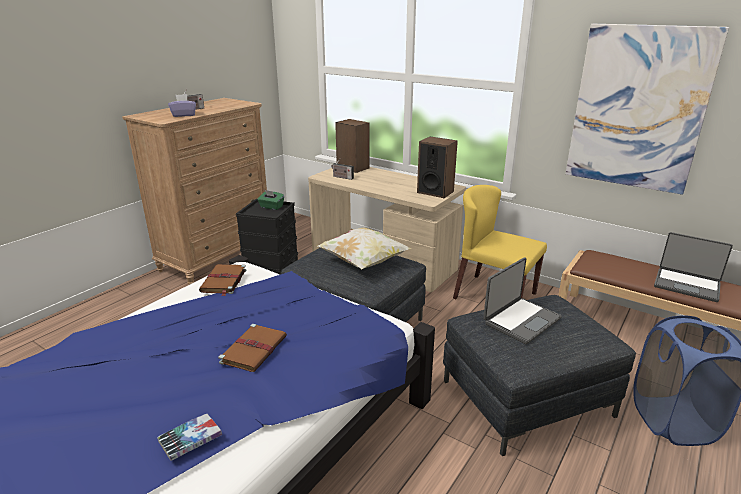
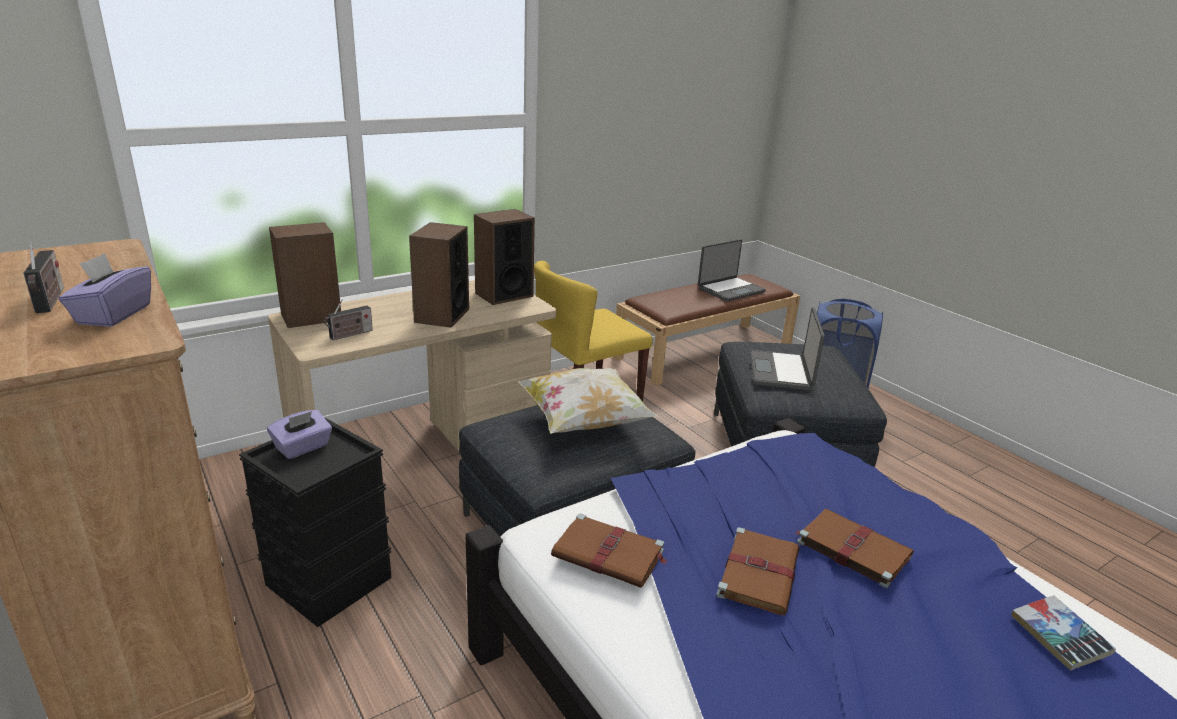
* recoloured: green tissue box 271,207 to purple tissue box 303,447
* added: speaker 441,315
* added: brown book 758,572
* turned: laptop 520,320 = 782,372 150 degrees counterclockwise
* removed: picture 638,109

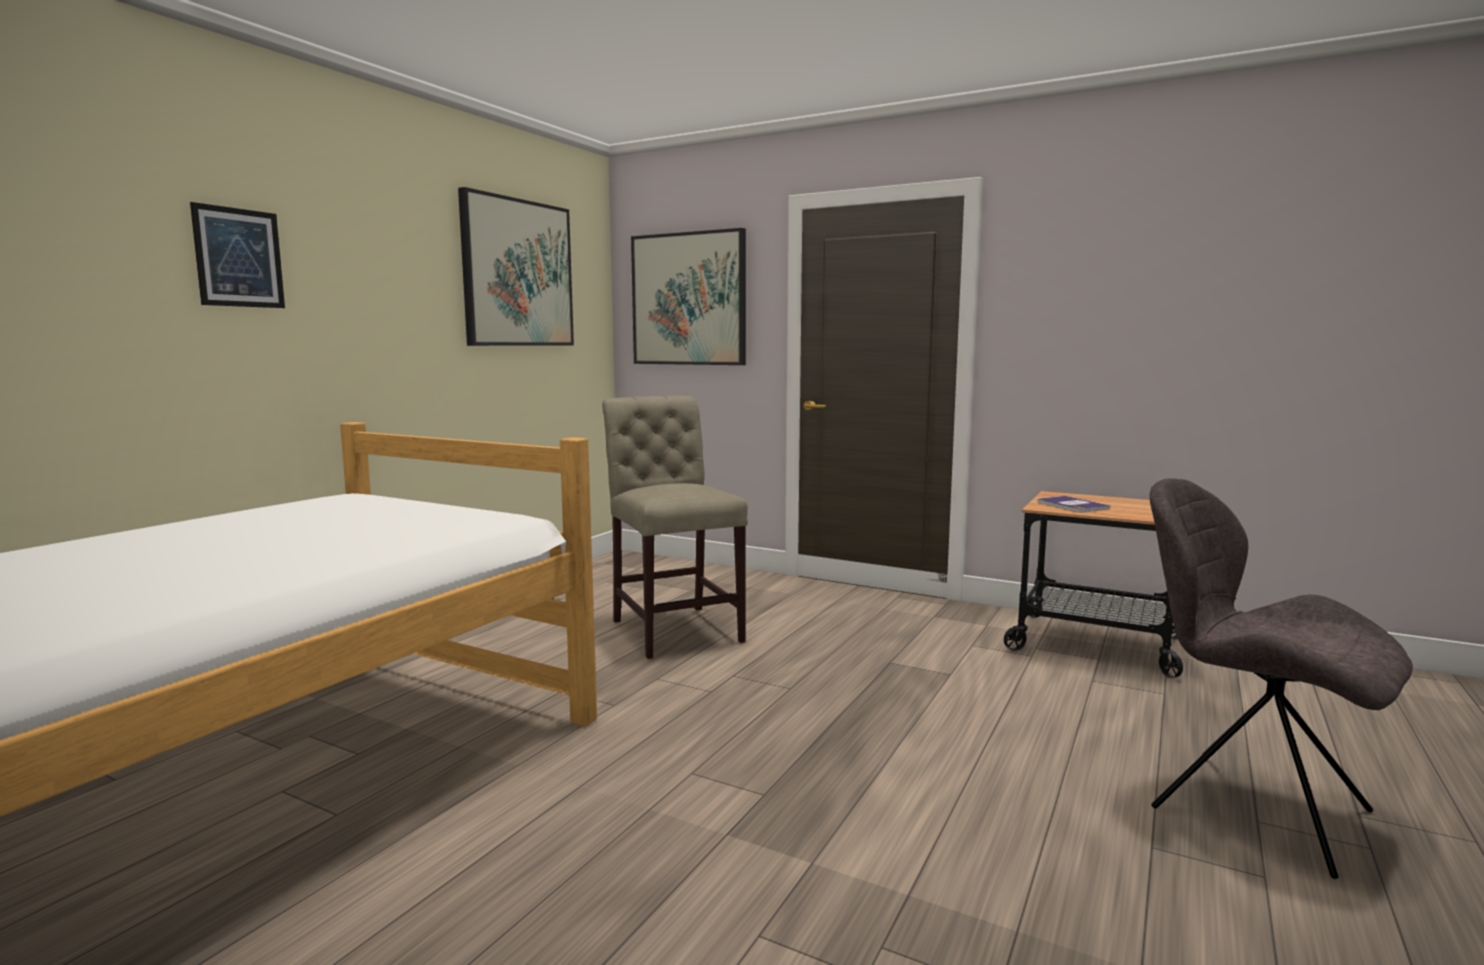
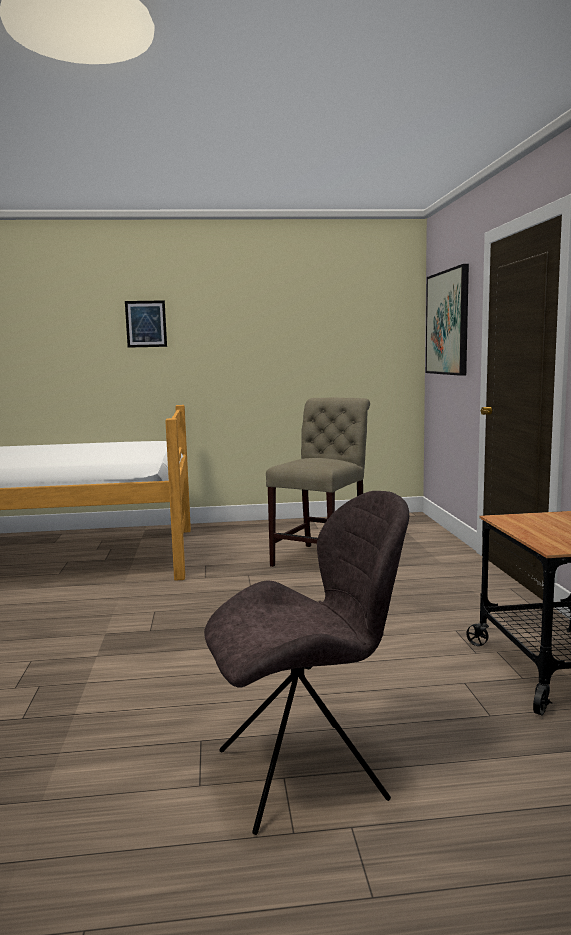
* turned: grey chair 1251,806 = 307,773 60 degrees clockwise
* removed: picture 518,273
* removed: book 1071,505

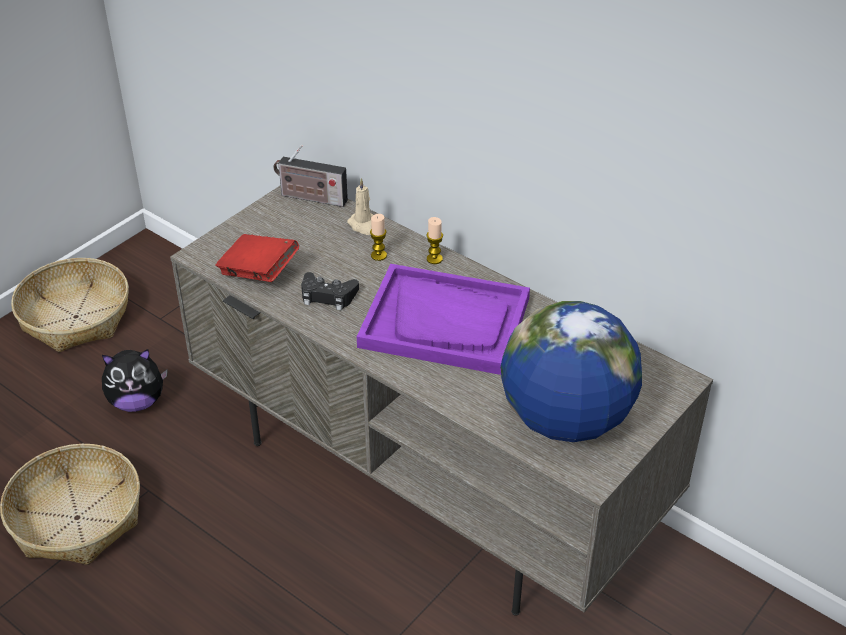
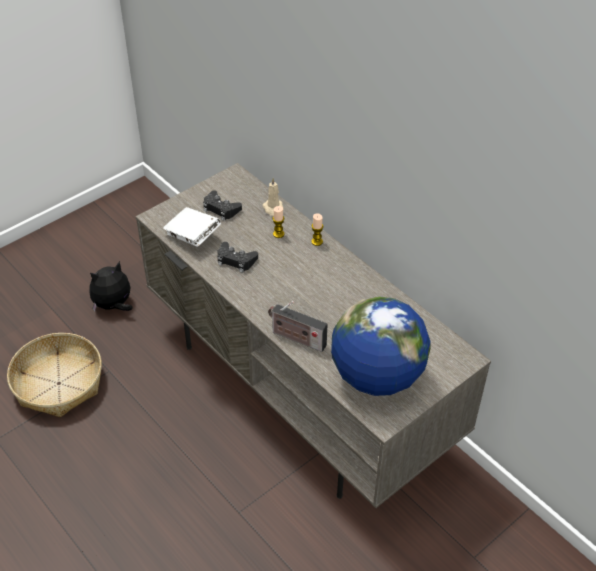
* turned: plush toy 137,402 = 113,306 150 degrees clockwise
* recoloured: red book 259,272 to white book 193,236
* added: black game controller 221,209
* moved: radio 310,198 to 296,338
* removed: basket 76,317
* removed: purple tray 445,322

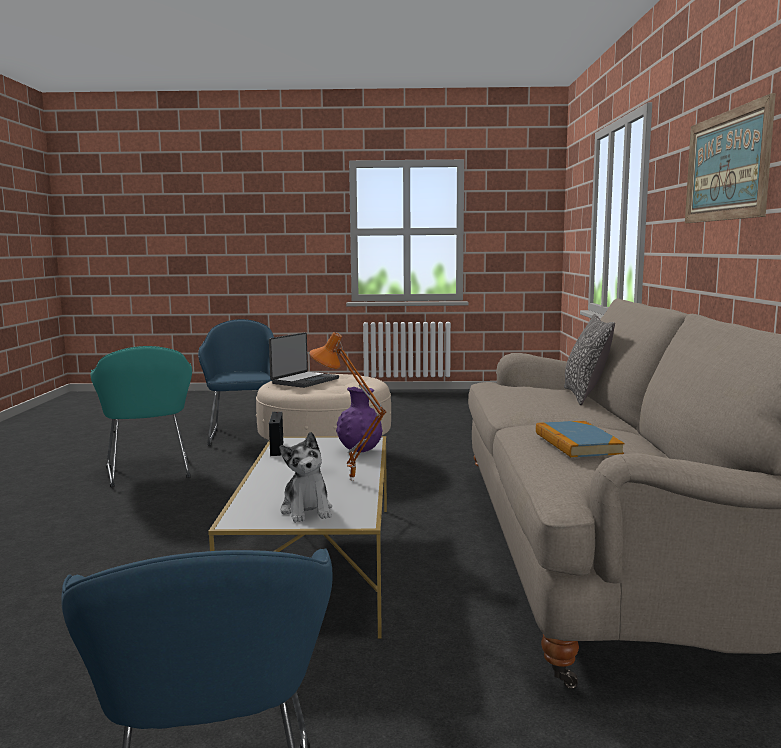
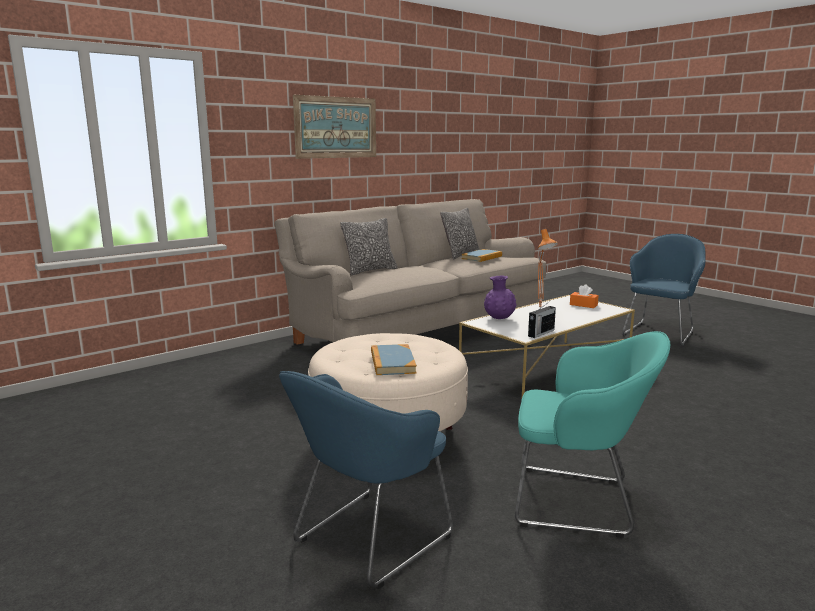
* replaced: laptop 304,381 to book 392,362
* added: pillow 460,255
* turned: turquoise armchair 149,473 = 578,502 75 degrees clockwise
* replaced: plush toy 307,510 to orange tissue box 583,305

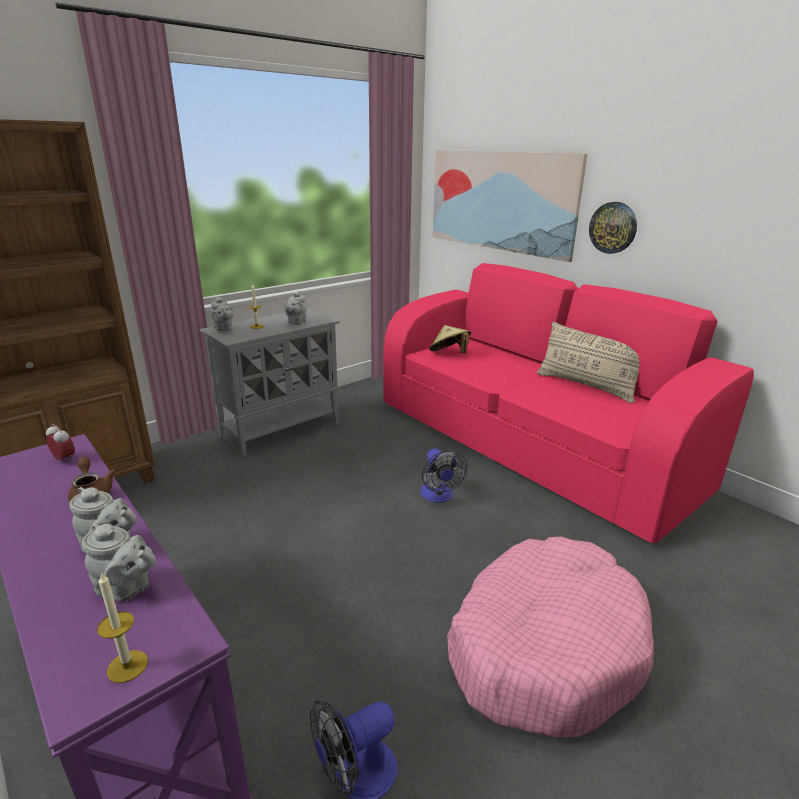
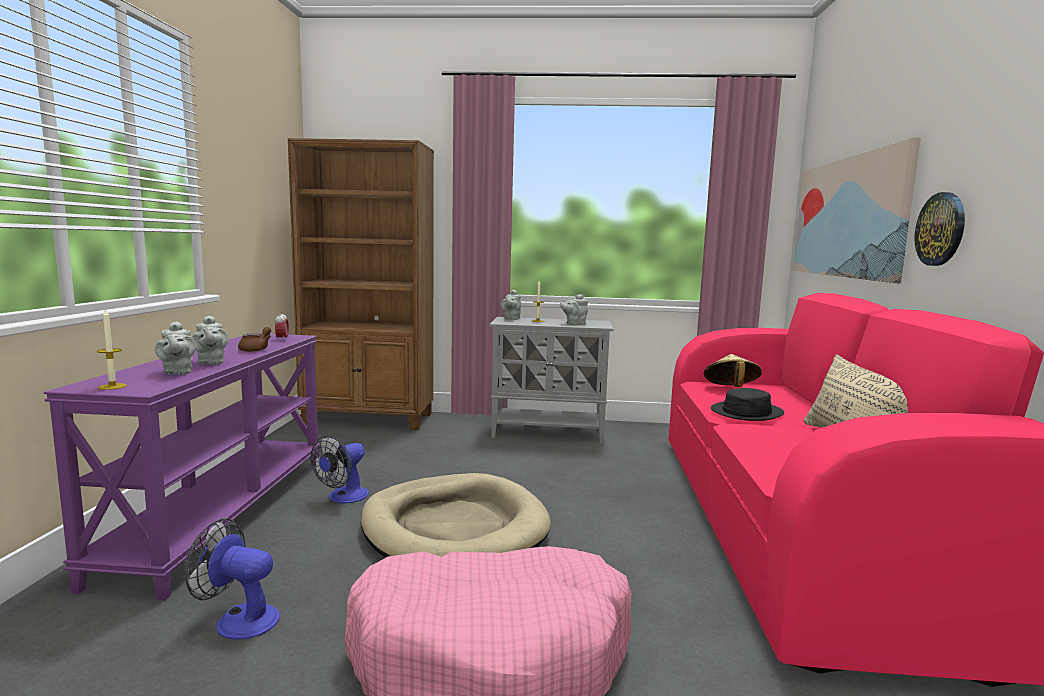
* moved: fan 438,496 to 343,498
* added: beige dog bed 454,528
* added: black hat 746,412

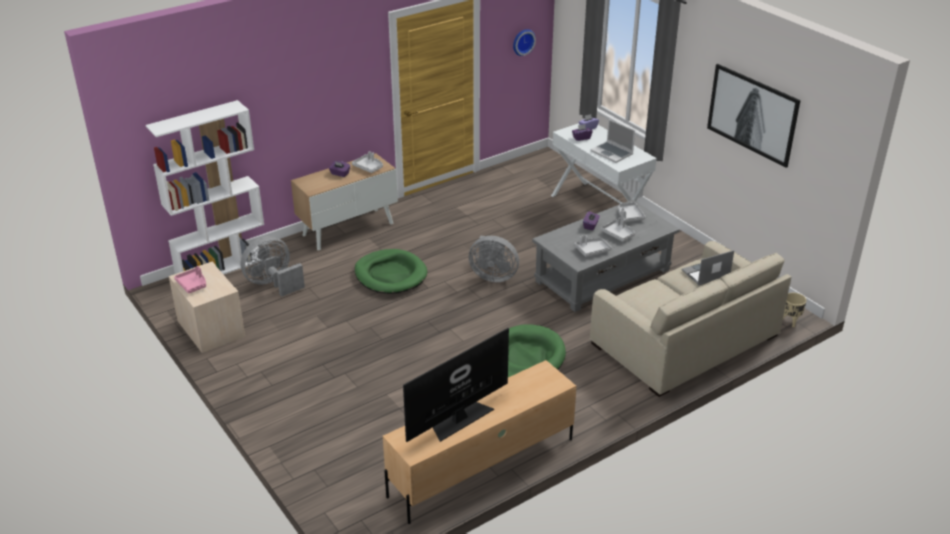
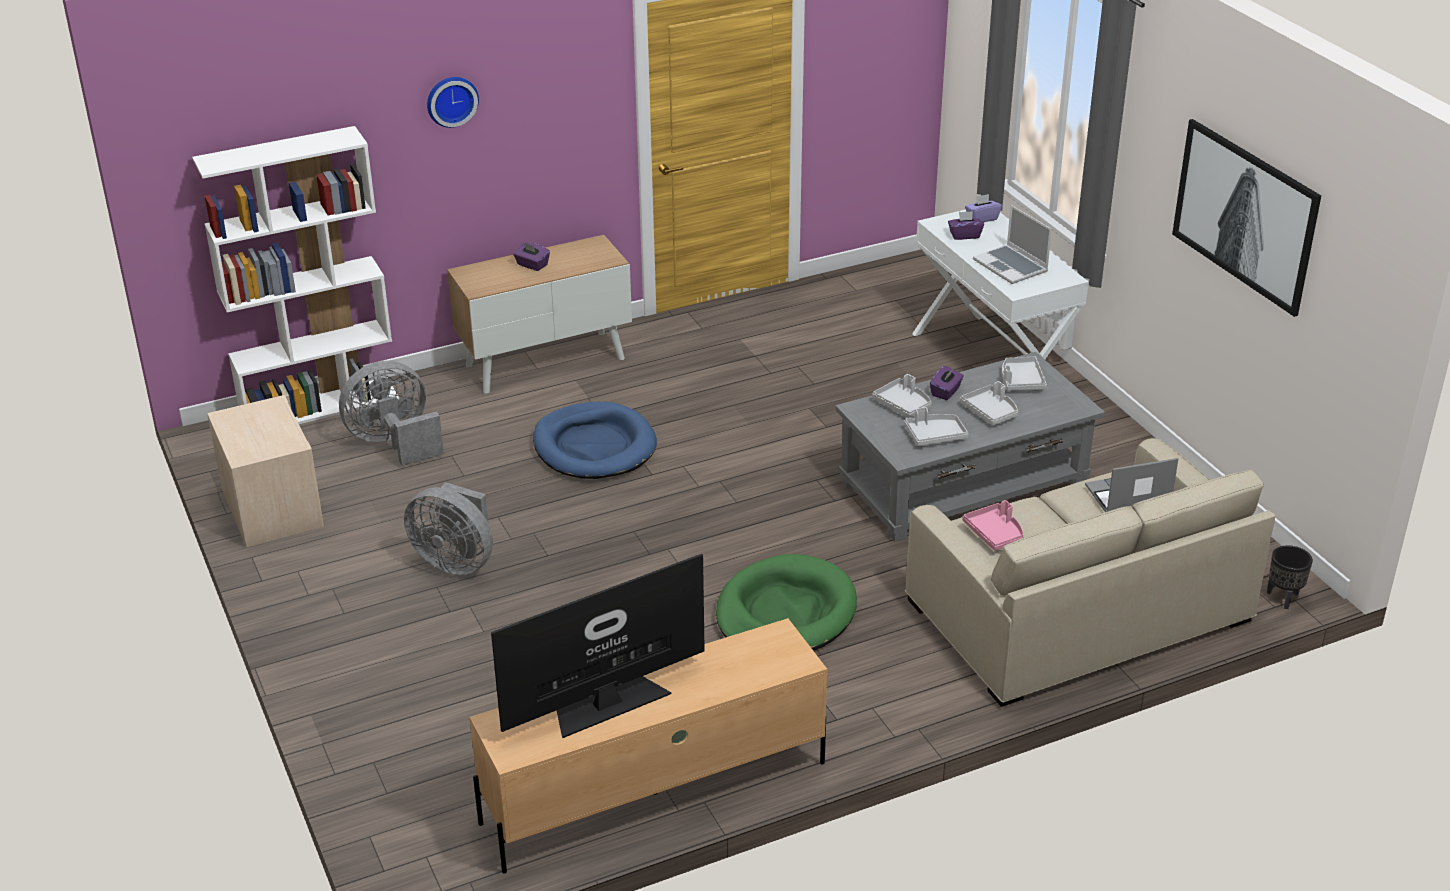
* moved: grey fan 493,276 to 456,561
* moved: wall clock 522,41 to 451,100
* recoloured: green dog bed 390,275 to blue dog bed 594,446
* moved: grey tray 368,167 to 903,404
* moved: pink tray 192,284 to 995,533
* recoloured: beige planter 790,321 to black planter 1283,598

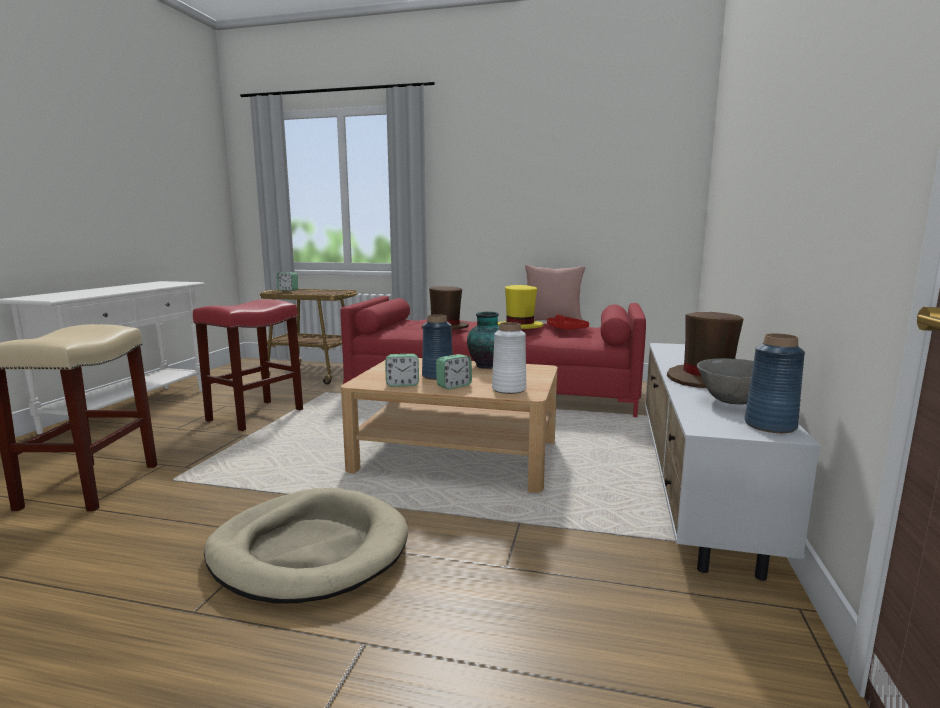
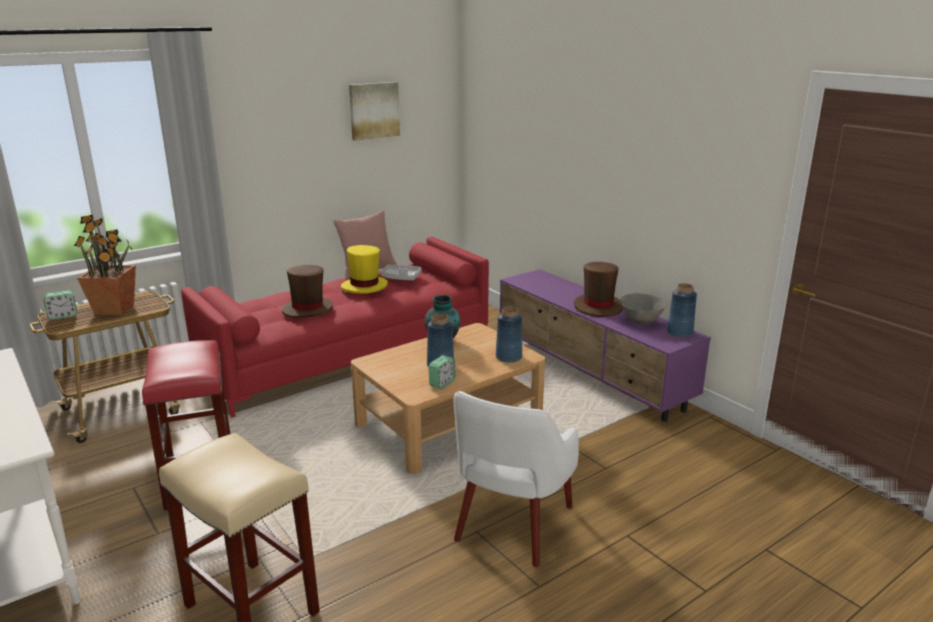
* added: potted plant 115,309
* added: picture 374,110
* recoloured: red tray 565,329 to grey tray 401,278
* replaced: beige dog bed 309,550 to white armchair 513,524
* recoloured: white vase 509,389 to blue vase 509,357
* recoloured: white tv stand 696,483 to purple tv stand 590,373
* removed: alarm clock 454,386

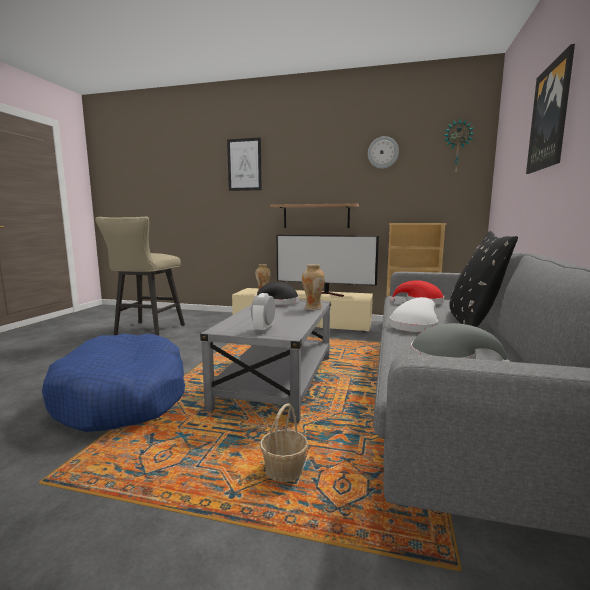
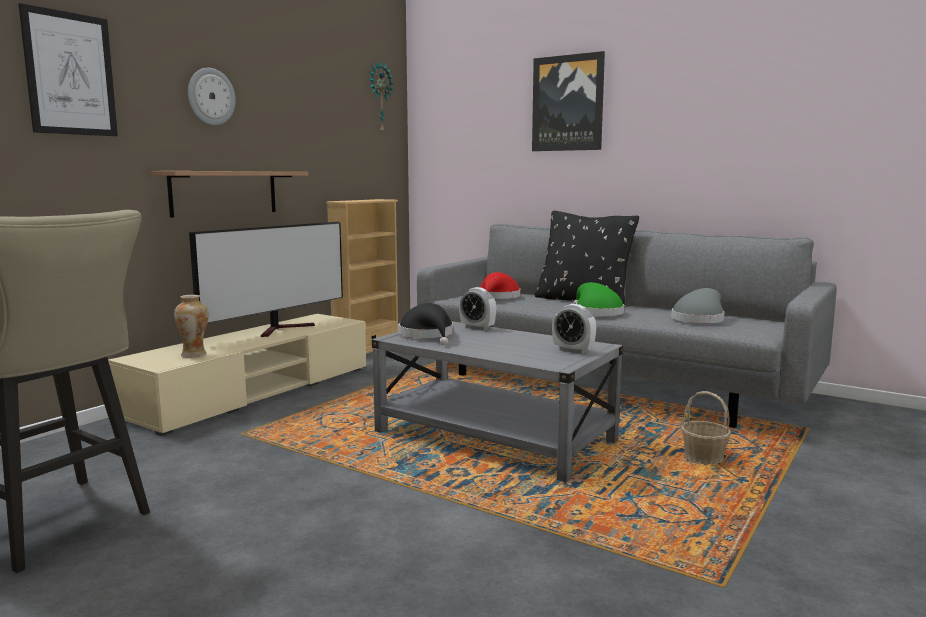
* moved: wall clock 383,152 to 210,96
* replaced: vase 313,308 to alarm clock 477,328
* recoloured: white hat 415,326 to green hat 596,312
* removed: blue dog bed 123,397

